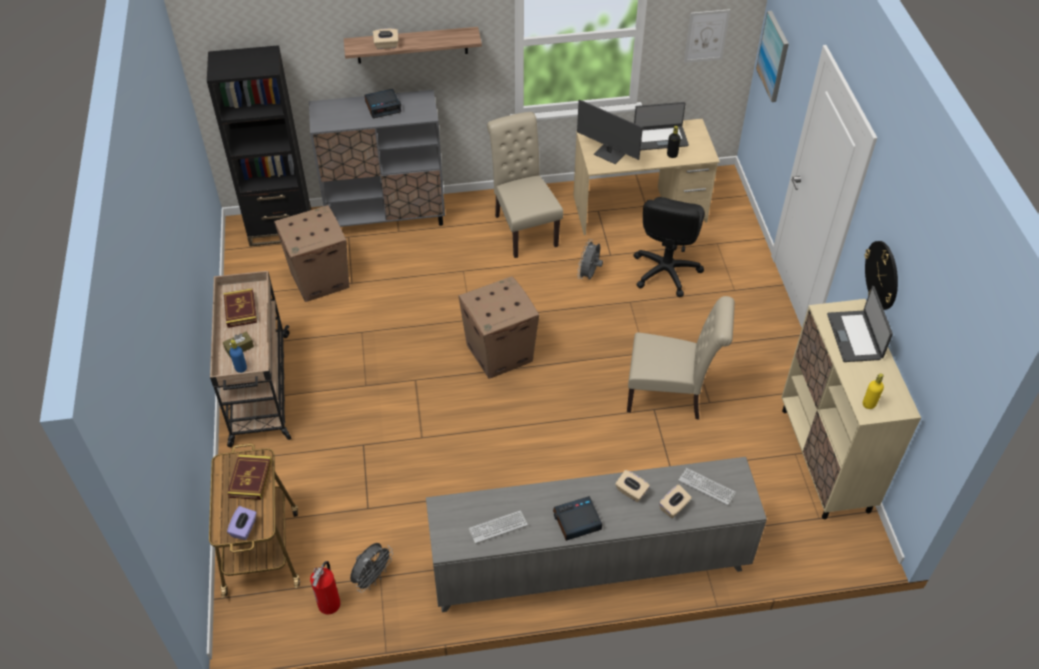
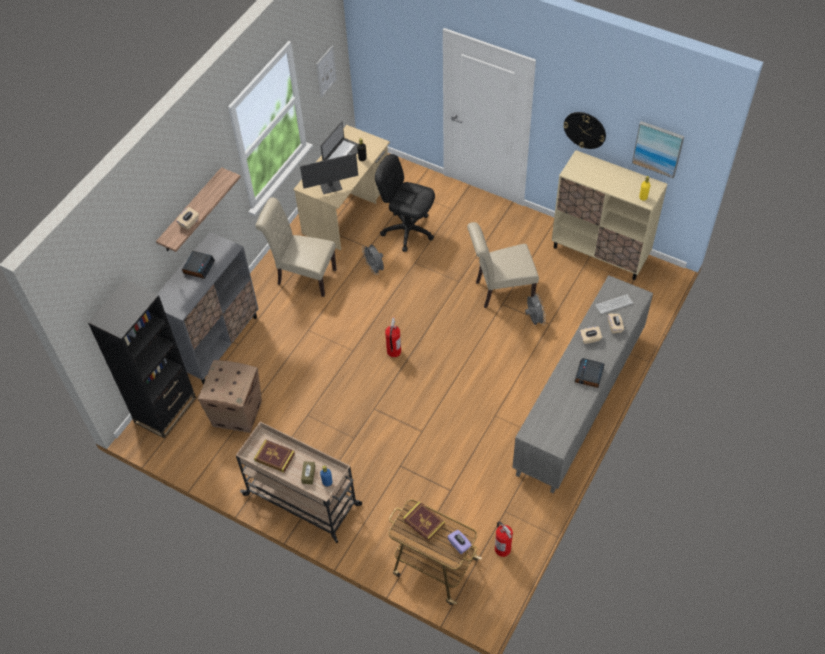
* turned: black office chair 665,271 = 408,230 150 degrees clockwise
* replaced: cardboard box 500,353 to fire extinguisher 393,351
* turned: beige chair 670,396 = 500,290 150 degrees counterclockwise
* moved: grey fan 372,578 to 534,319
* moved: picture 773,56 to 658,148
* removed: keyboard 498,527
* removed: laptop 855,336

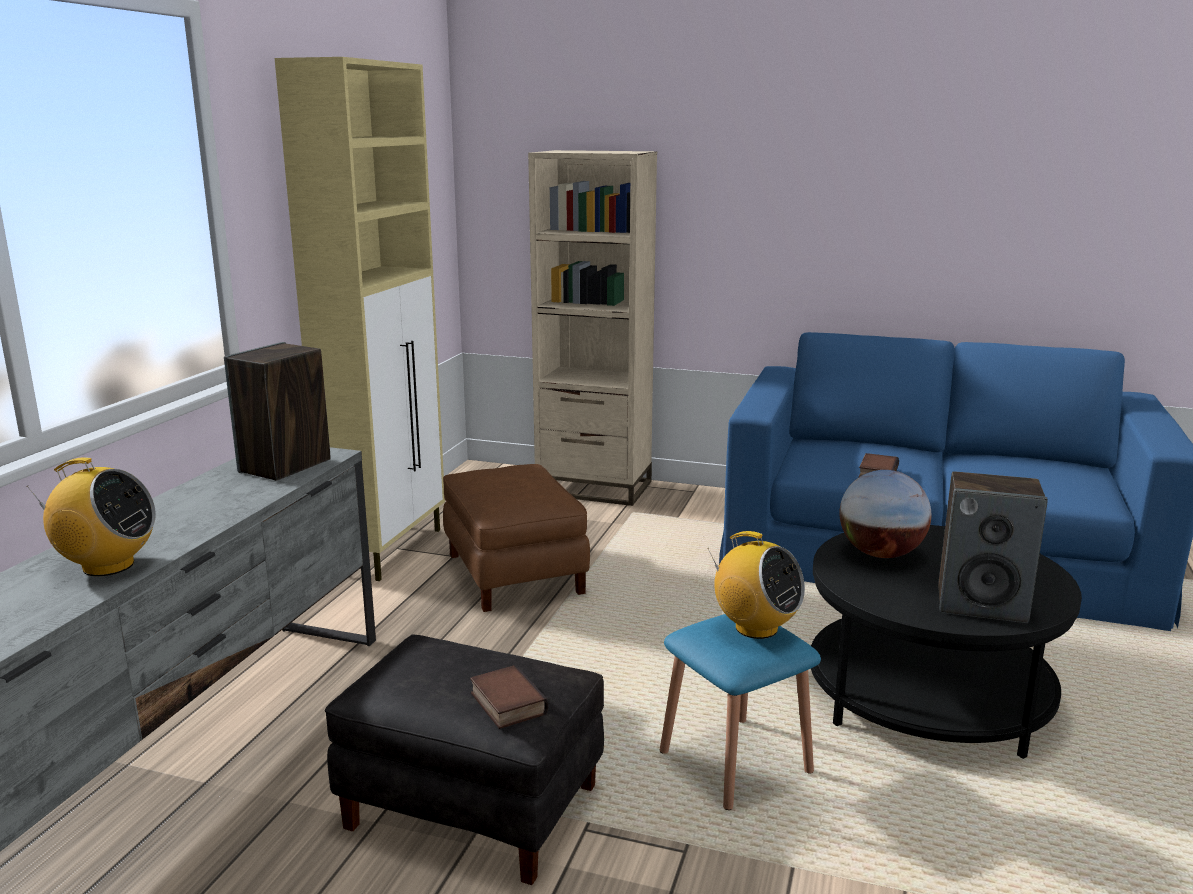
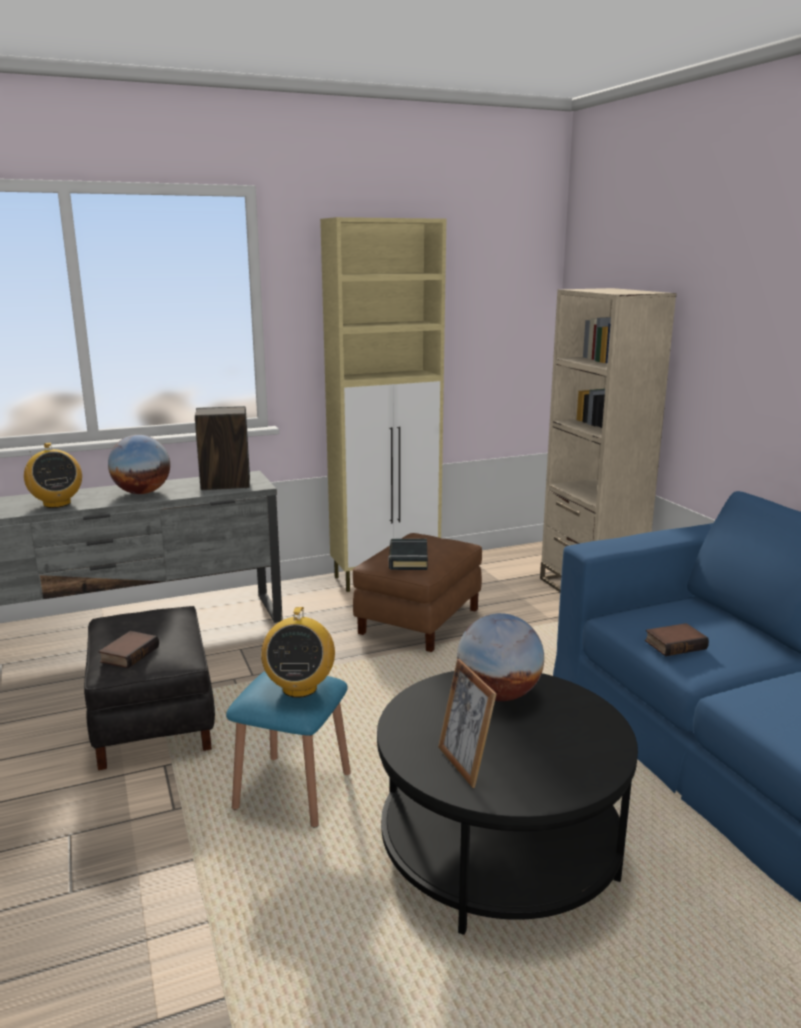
* added: globe 142,492
* added: black book 408,559
* replaced: speaker 982,604 to picture frame 464,764

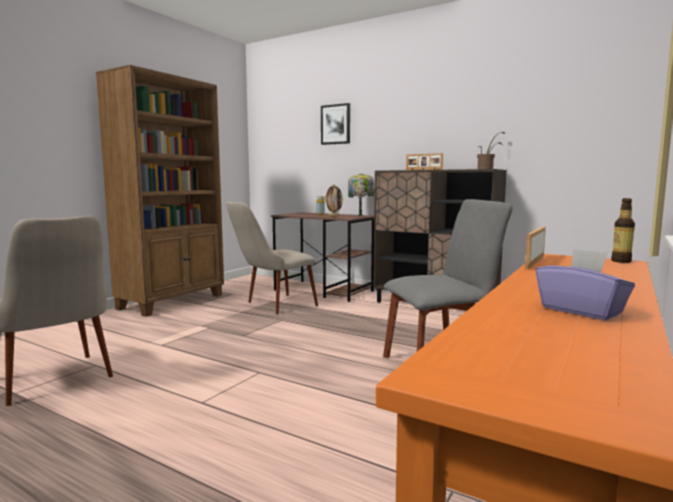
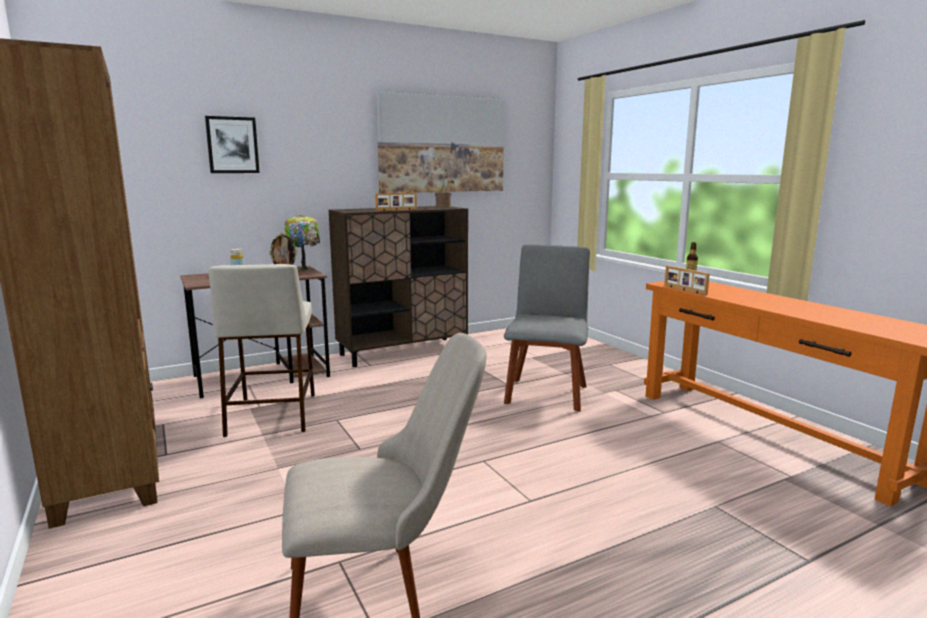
* replaced: beige chair 272,306 to beige stool 272,413
* added: picture 442,145
* removed: purple tissue box 581,310

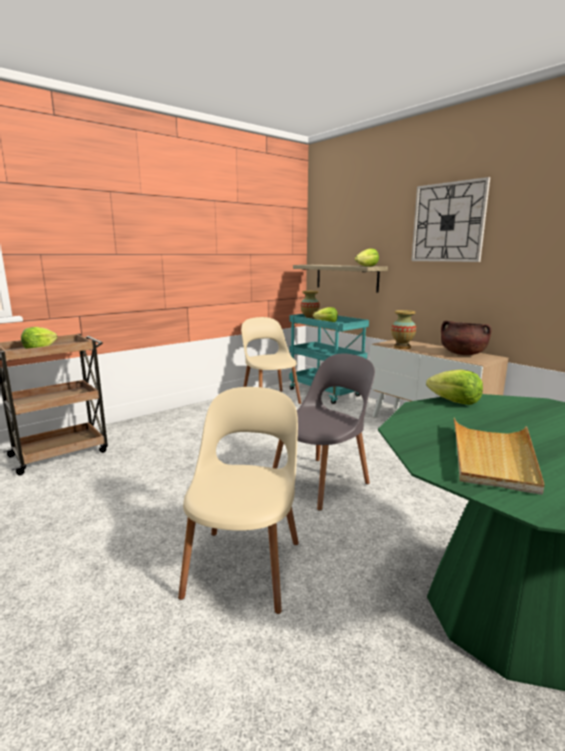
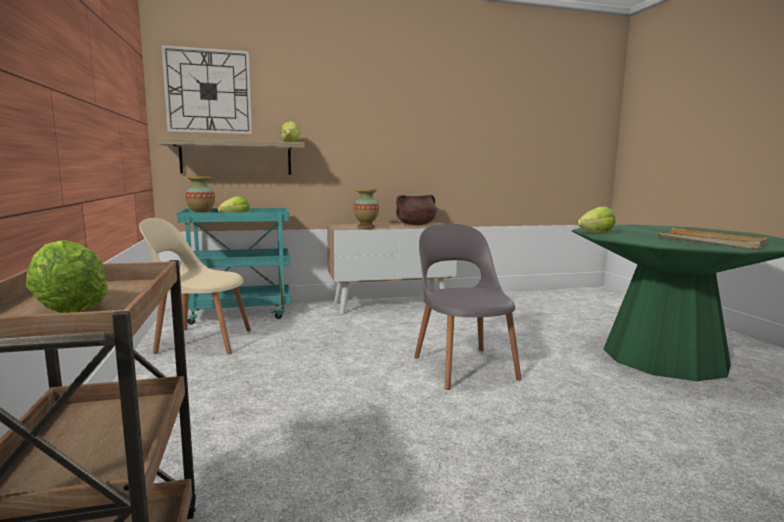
* moved: wall clock 448,222 to 208,91
* removed: beige chair 245,564

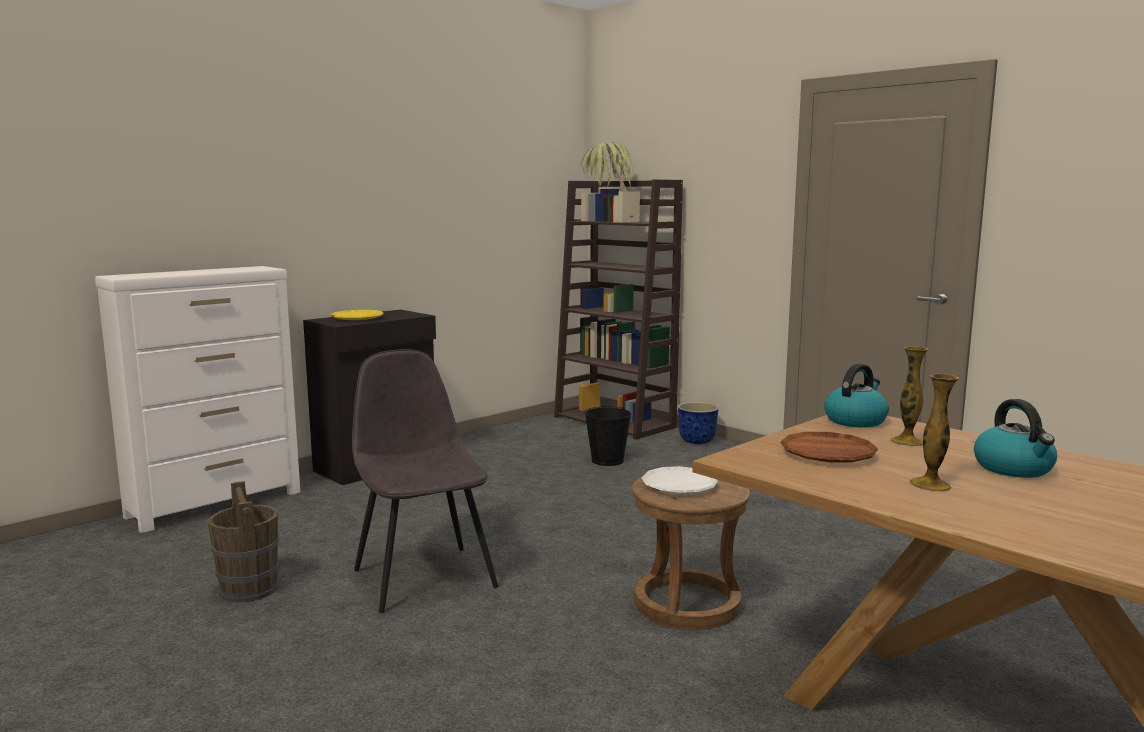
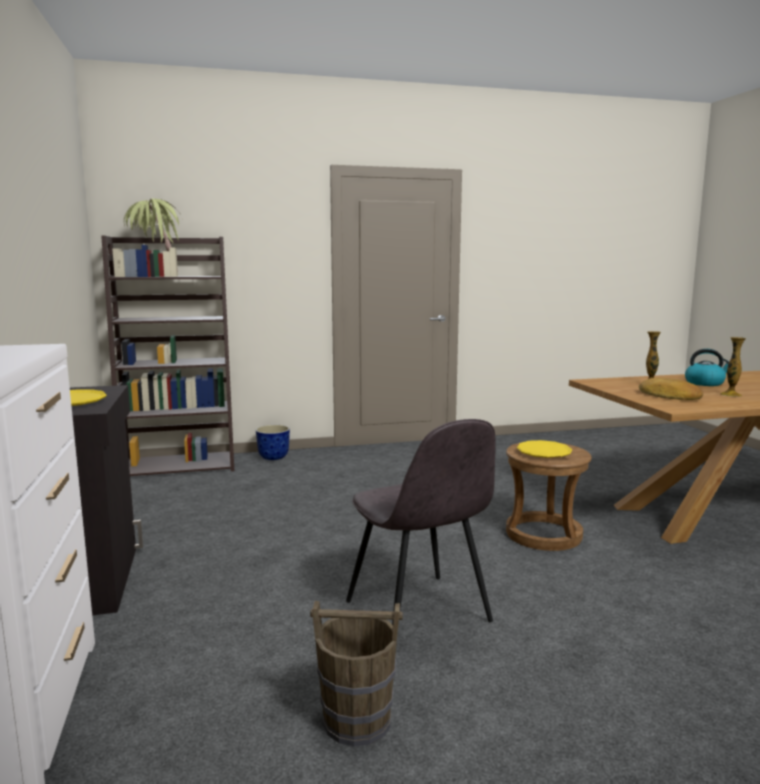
* turned: grey chair 423,577 = 419,613 120 degrees counterclockwise
* recoloured: white plate 679,486 to yellow plate 543,453
* replaced: brown plate 827,454 to bread 669,396
* removed: black bucket 607,461
* removed: kettle 855,420

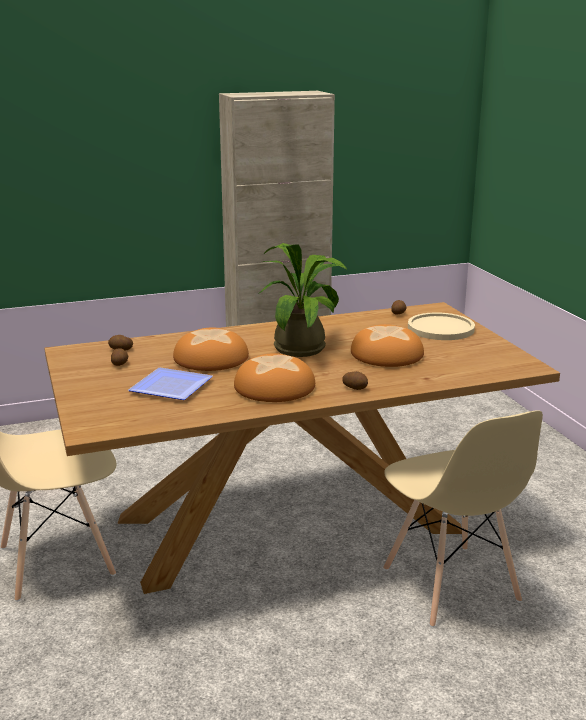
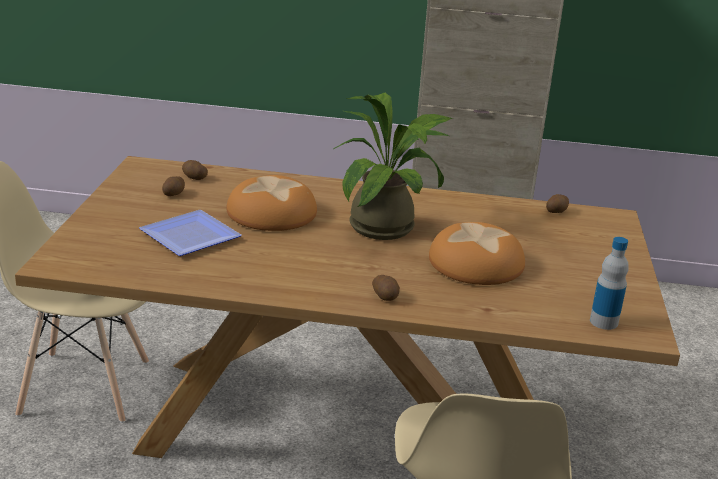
* added: bottle 603,322
* removed: bread 274,387
* removed: beige plate 440,328

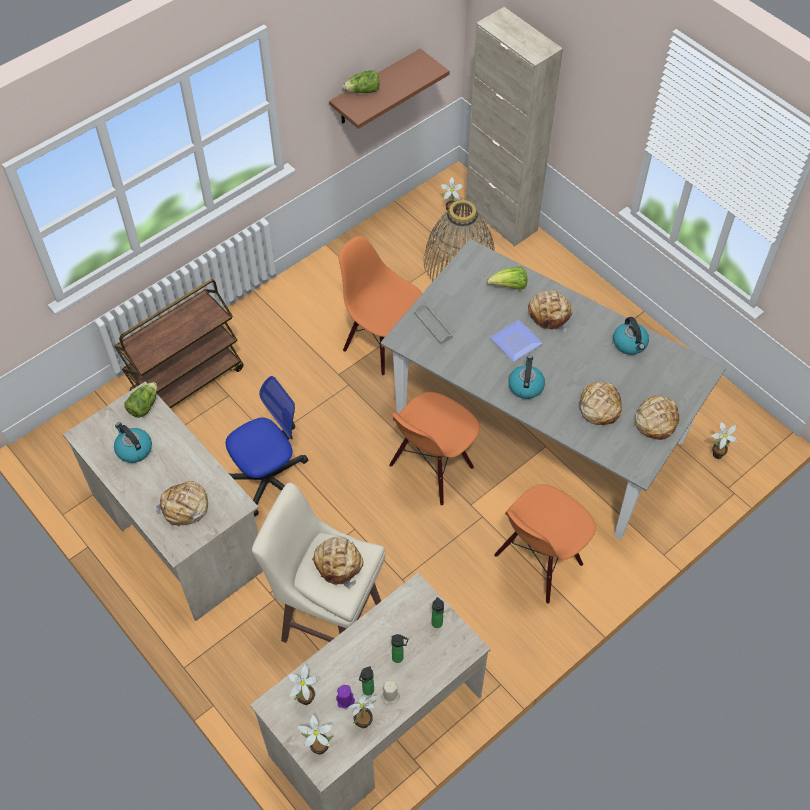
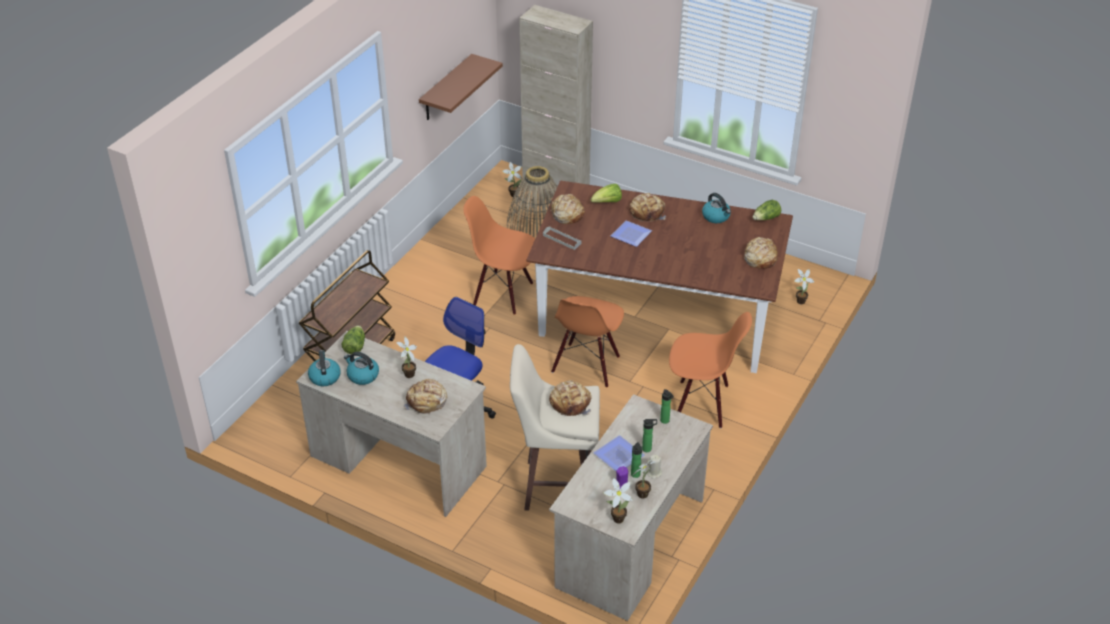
* moved: kettle 525,386 to 324,377
* moved: potted plant 304,700 to 408,376
* recoloured: grey dining table 540,425 to brown dining table 657,316
* moved: bread 599,407 to 567,214
* added: plate 617,455
* turned: orange chair 538,562 = 702,403 105 degrees counterclockwise
* moved: lettuce 363,91 to 766,218

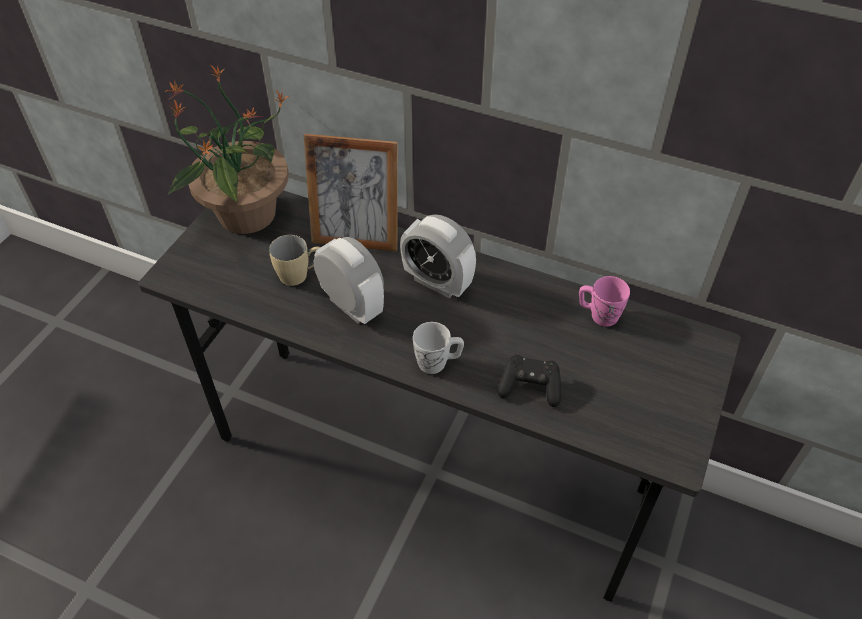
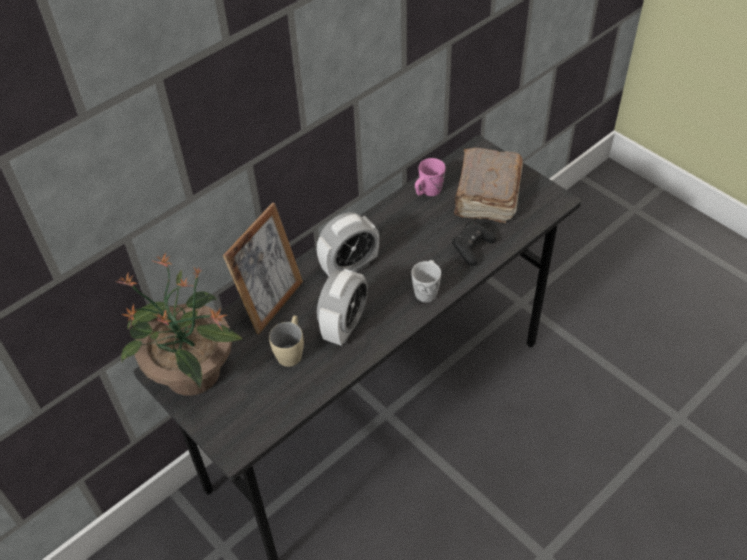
* turned: alarm clock 351,306 = 344,326 135 degrees clockwise
* added: brown book 486,196

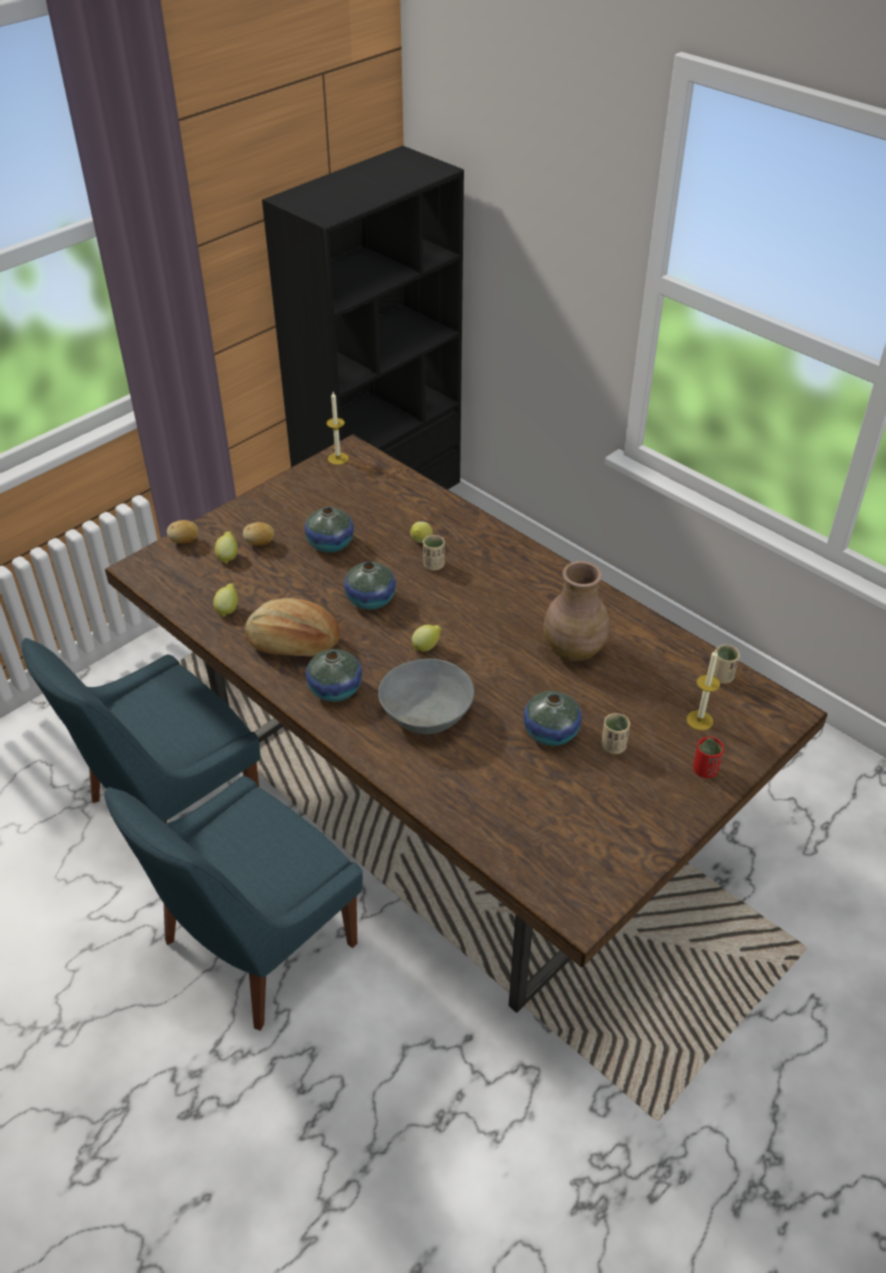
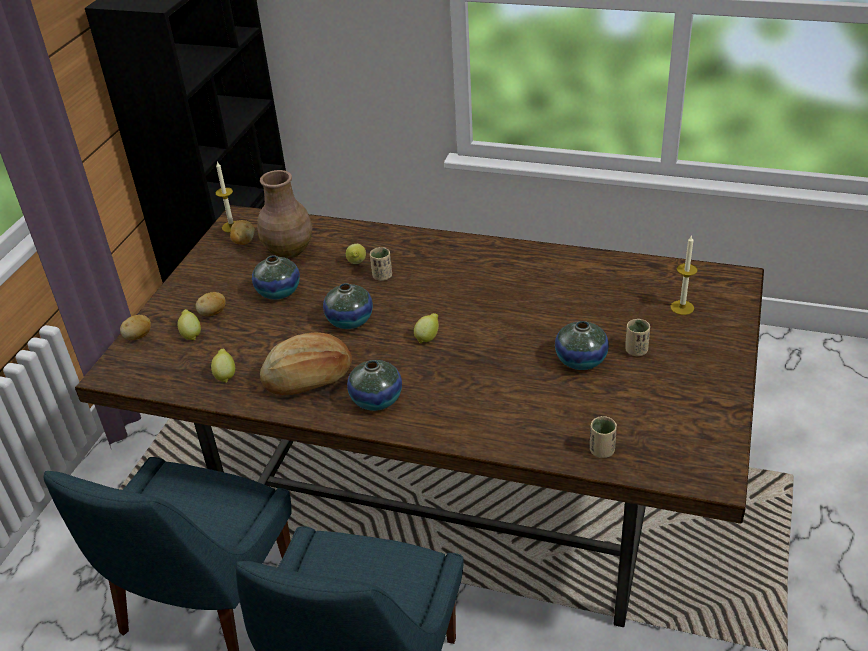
* added: potato 243,242
* moved: brown vase 574,650 to 289,250
* moved: beige cup 721,677 to 601,451
* removed: grey bowl 428,714
* removed: red cup 705,770

